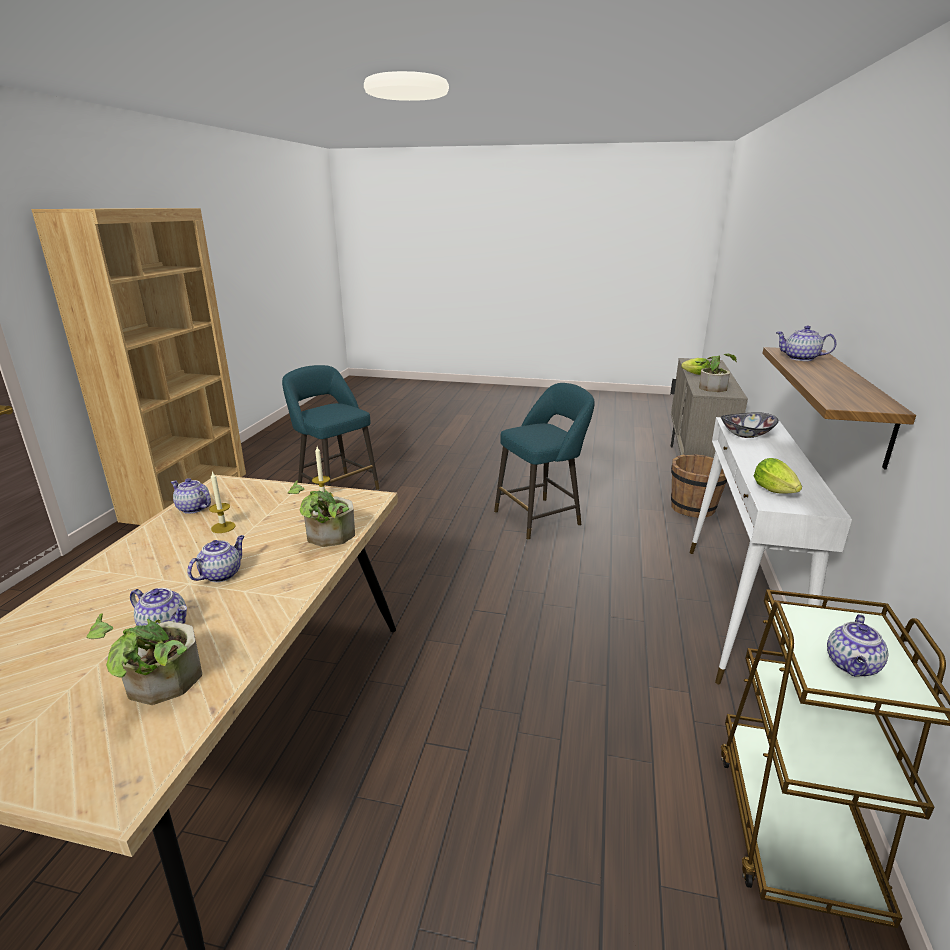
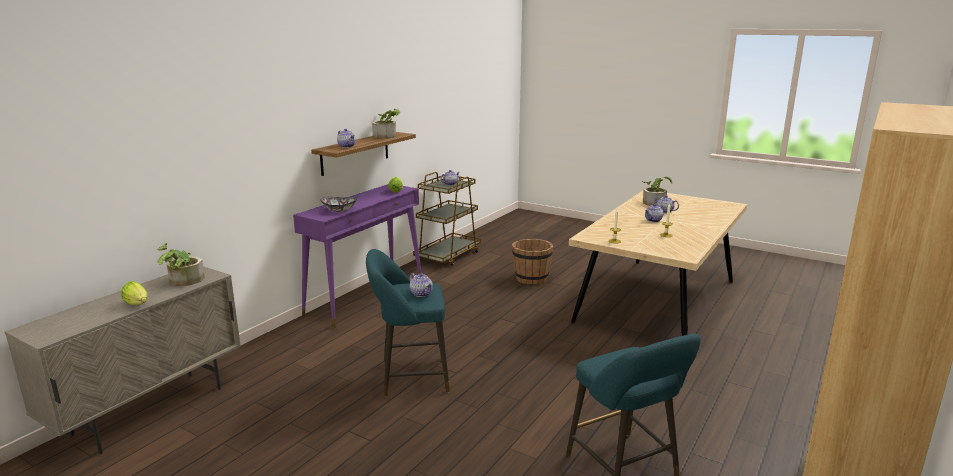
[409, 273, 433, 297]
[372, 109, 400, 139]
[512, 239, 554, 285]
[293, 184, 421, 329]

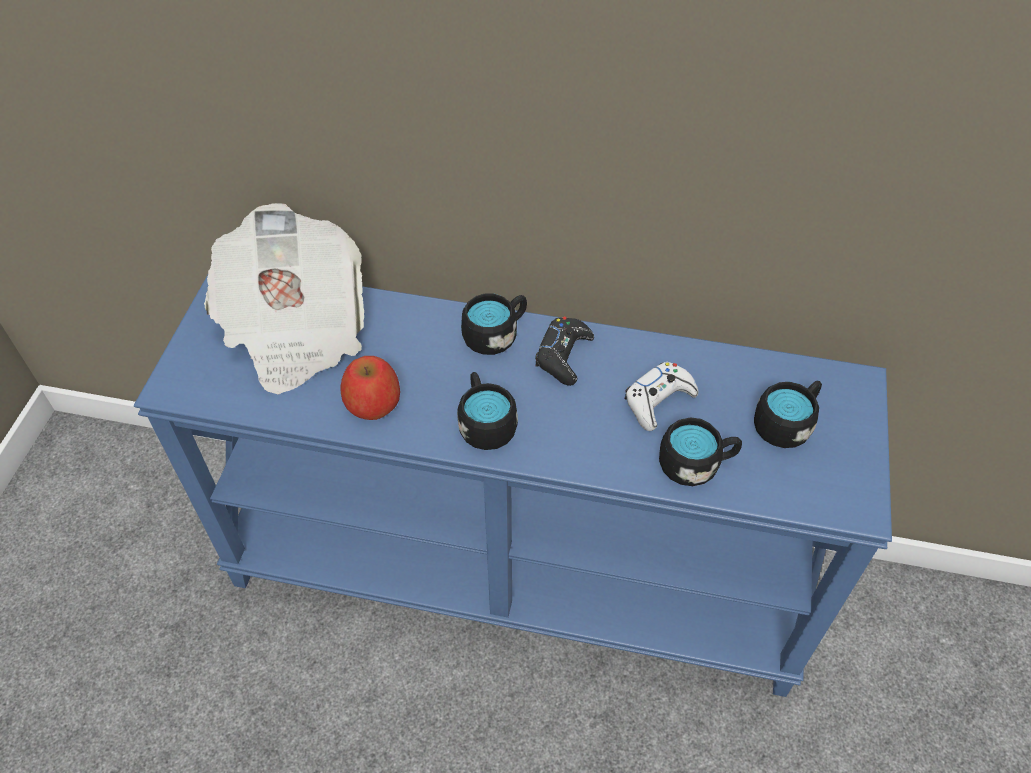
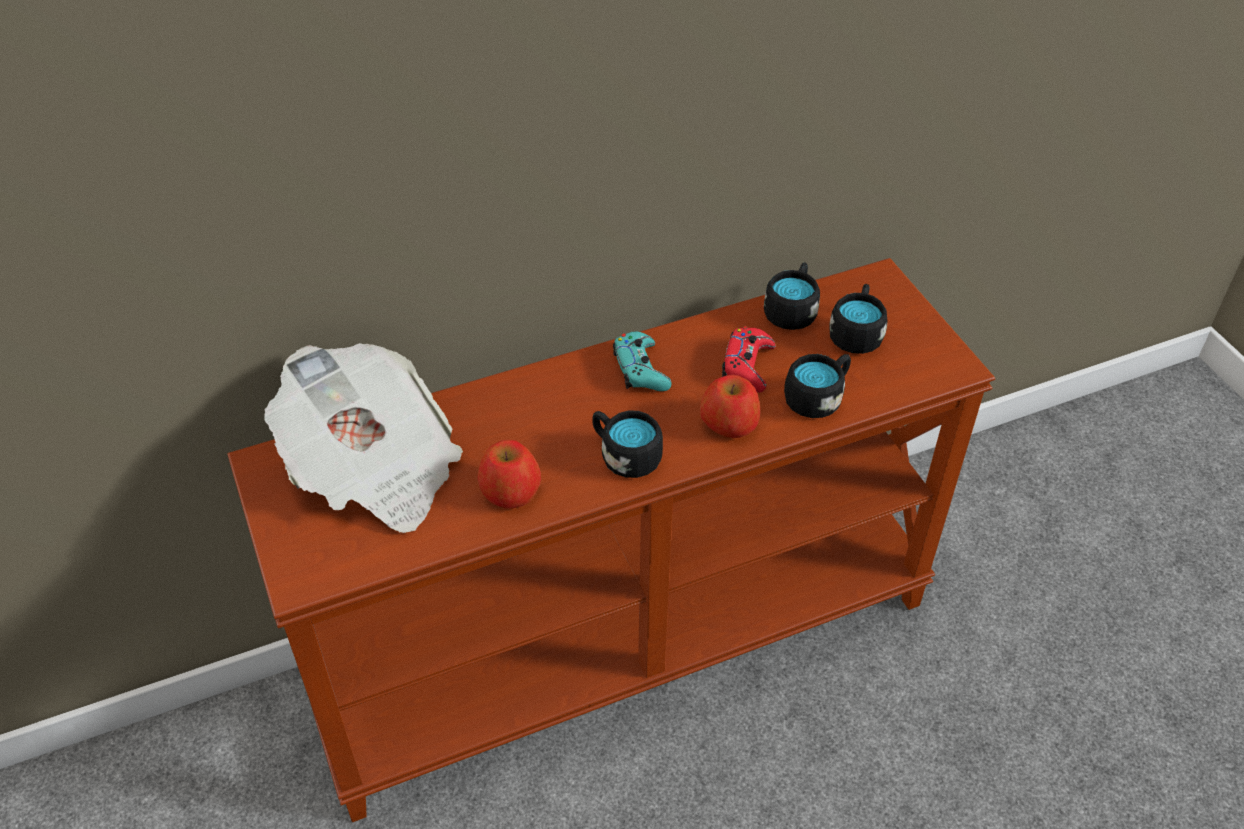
[700, 375, 760, 438]
[764, 263, 820, 330]
[227, 258, 995, 822]
[613, 331, 672, 391]
[722, 326, 776, 393]

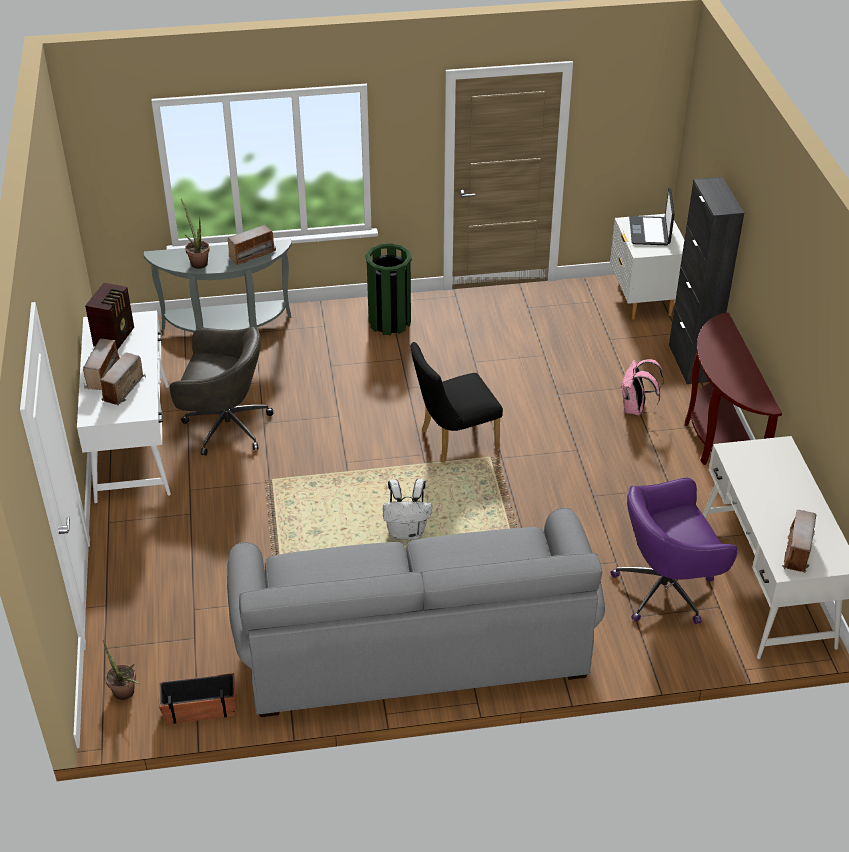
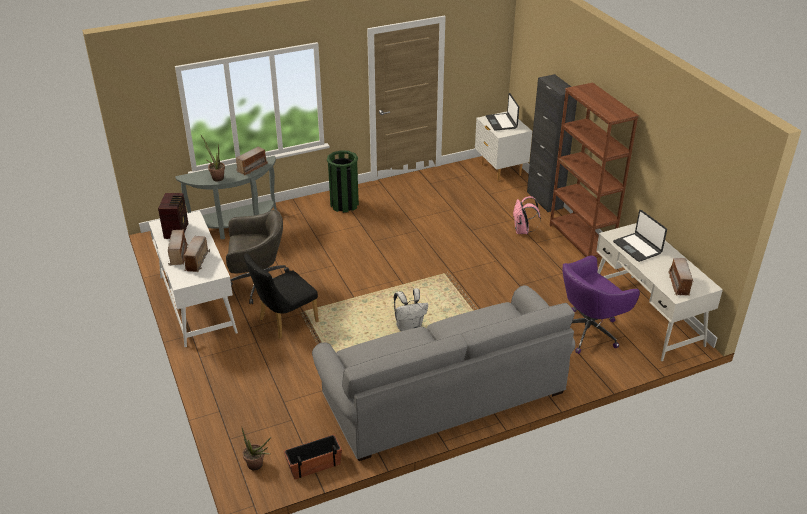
[613, 210, 667, 262]
[244, 253, 319, 339]
[549, 82, 639, 258]

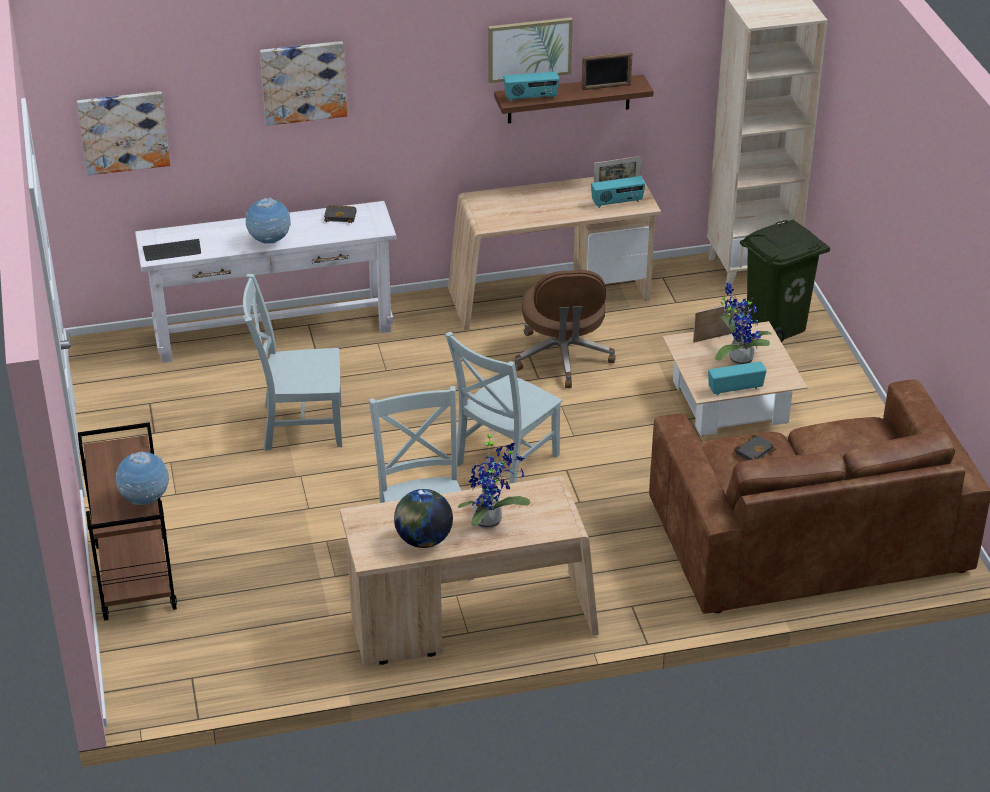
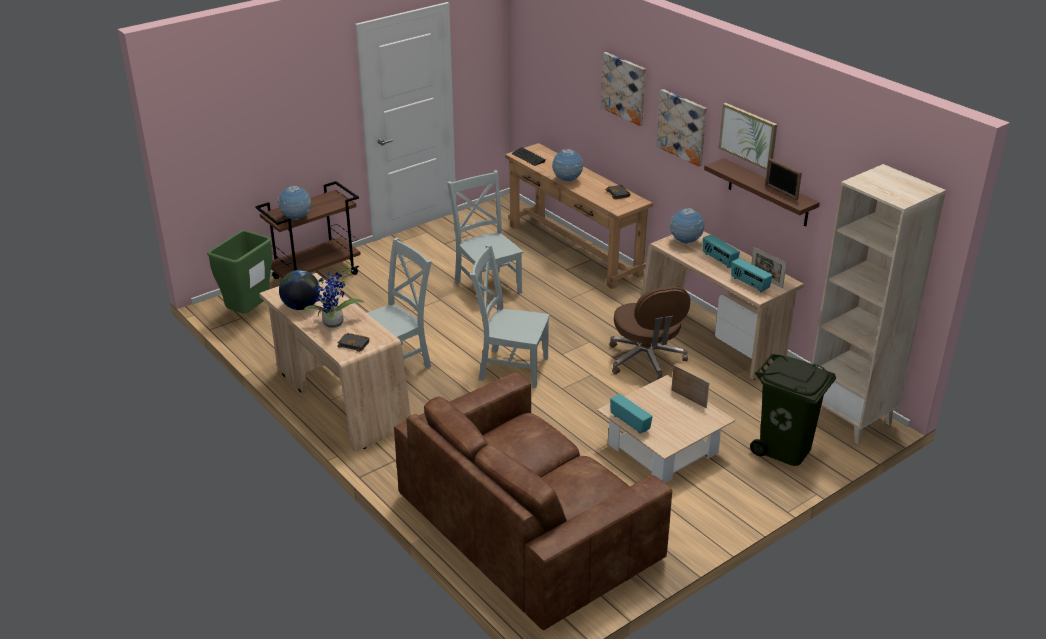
[715, 282, 772, 365] (first image)
[207, 230, 272, 314]
[670, 208, 704, 244]
[656, 89, 707, 167]
[703, 234, 740, 269]
[337, 333, 370, 352]
[505, 143, 653, 289]
[609, 286, 690, 380]

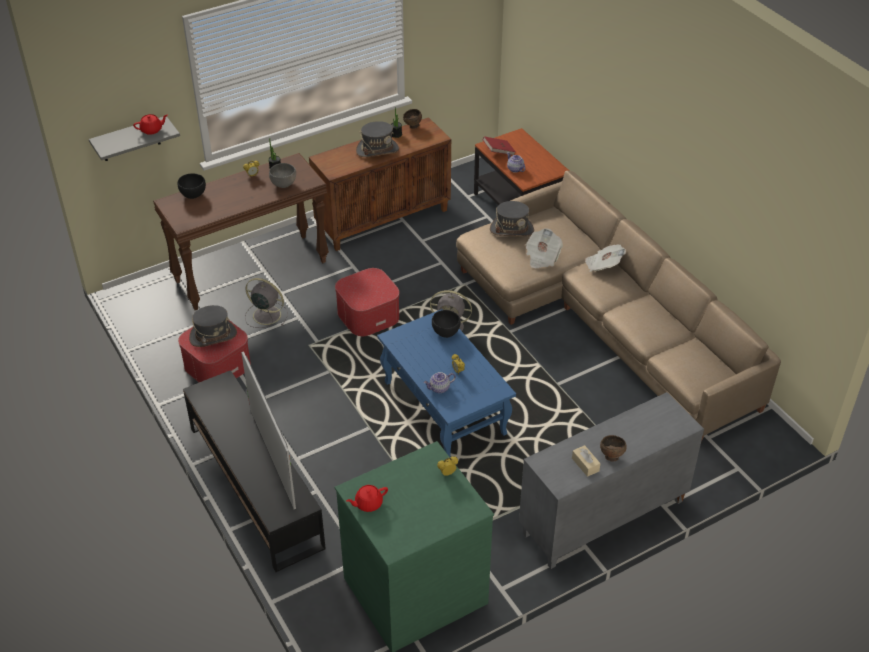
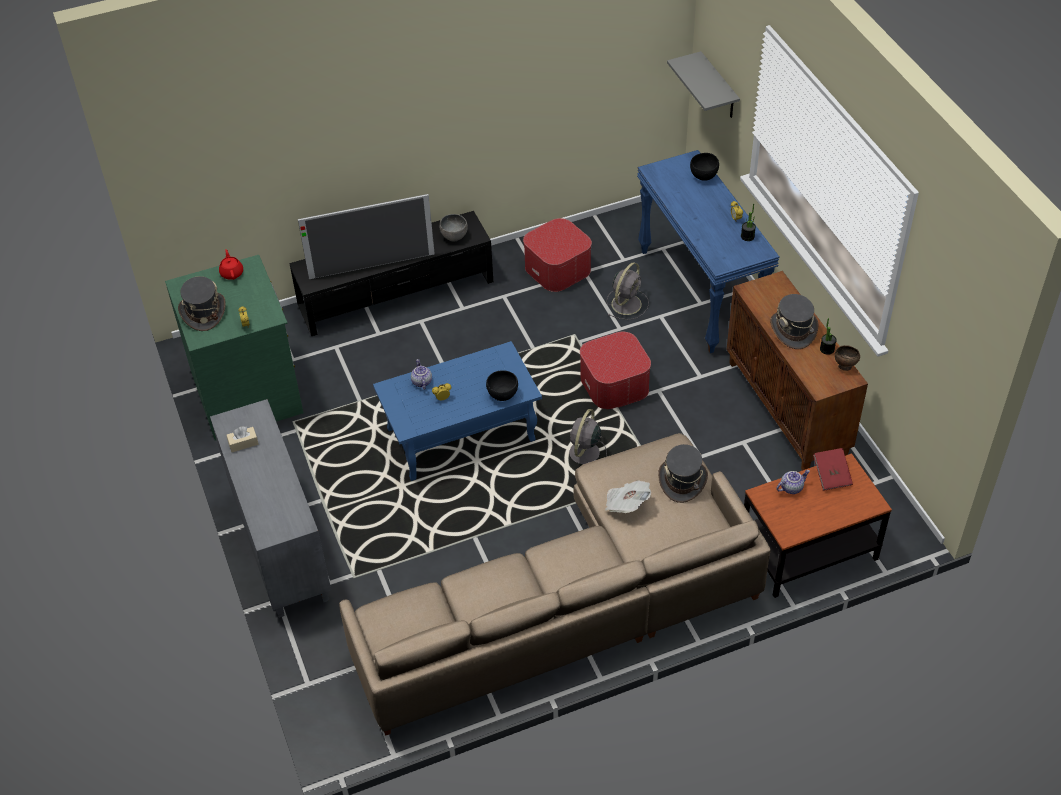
[133, 114, 168, 135] (first image)
[585, 245, 626, 272] (first image)
[600, 435, 627, 461] (first image)
[178, 276, 226, 331]
[439, 214, 468, 241]
[637, 150, 780, 353]

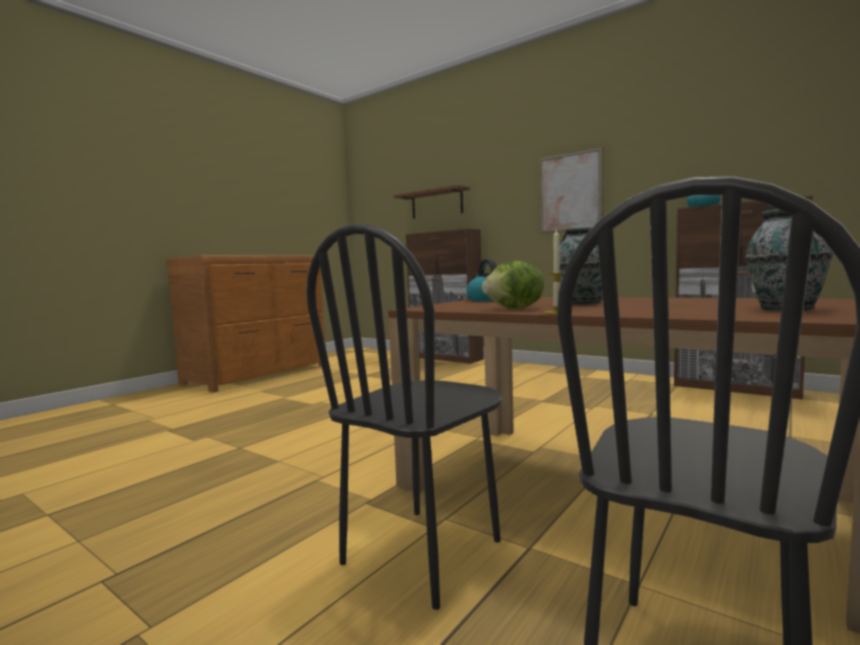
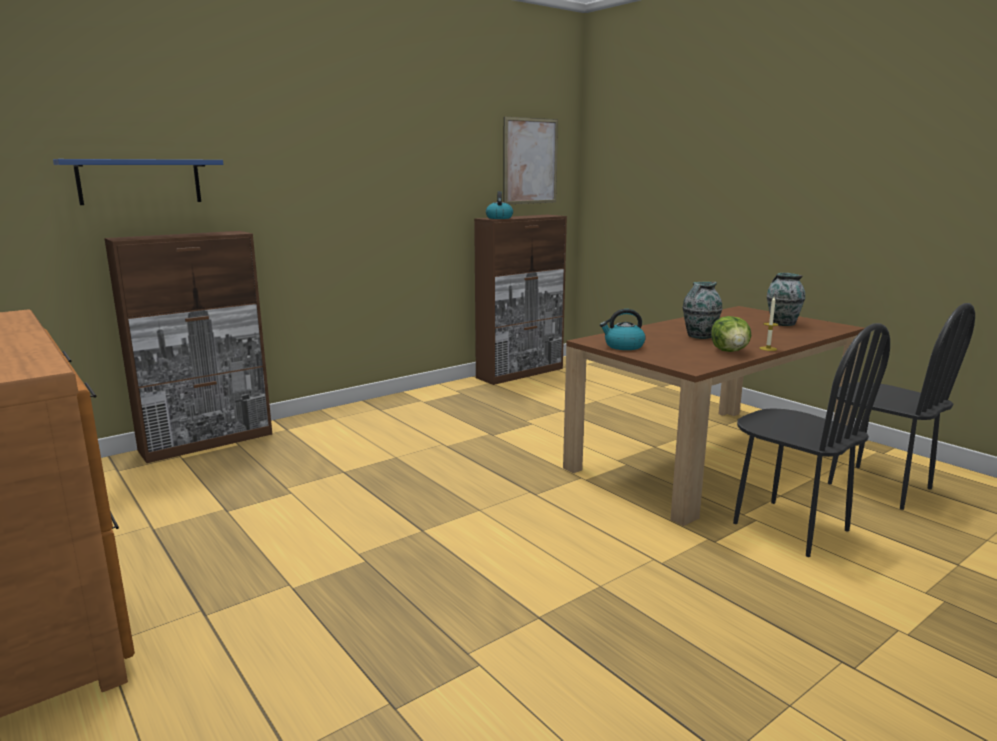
[503, 116, 558, 204]
[53, 159, 223, 205]

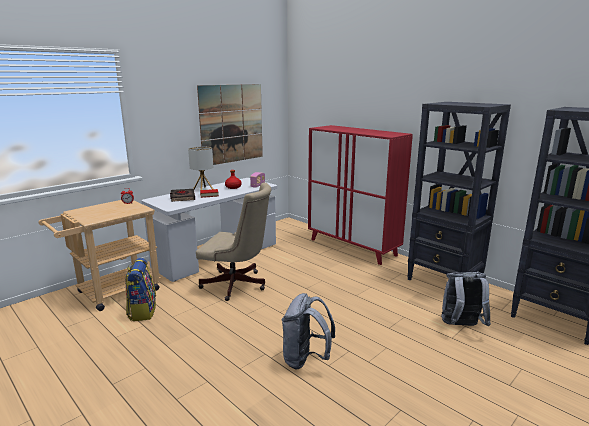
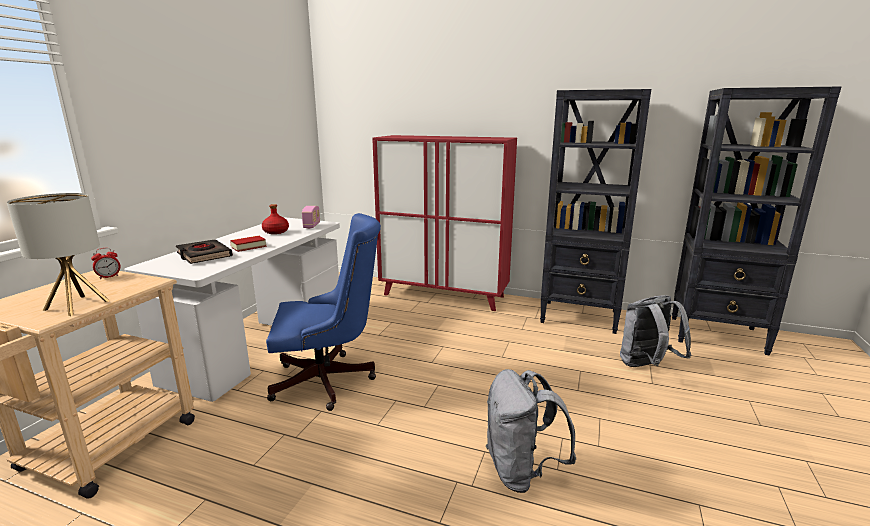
[125, 258, 156, 321] (first image)
[197, 84, 263, 165] (first image)
[6, 193, 110, 316]
[266, 213, 381, 411]

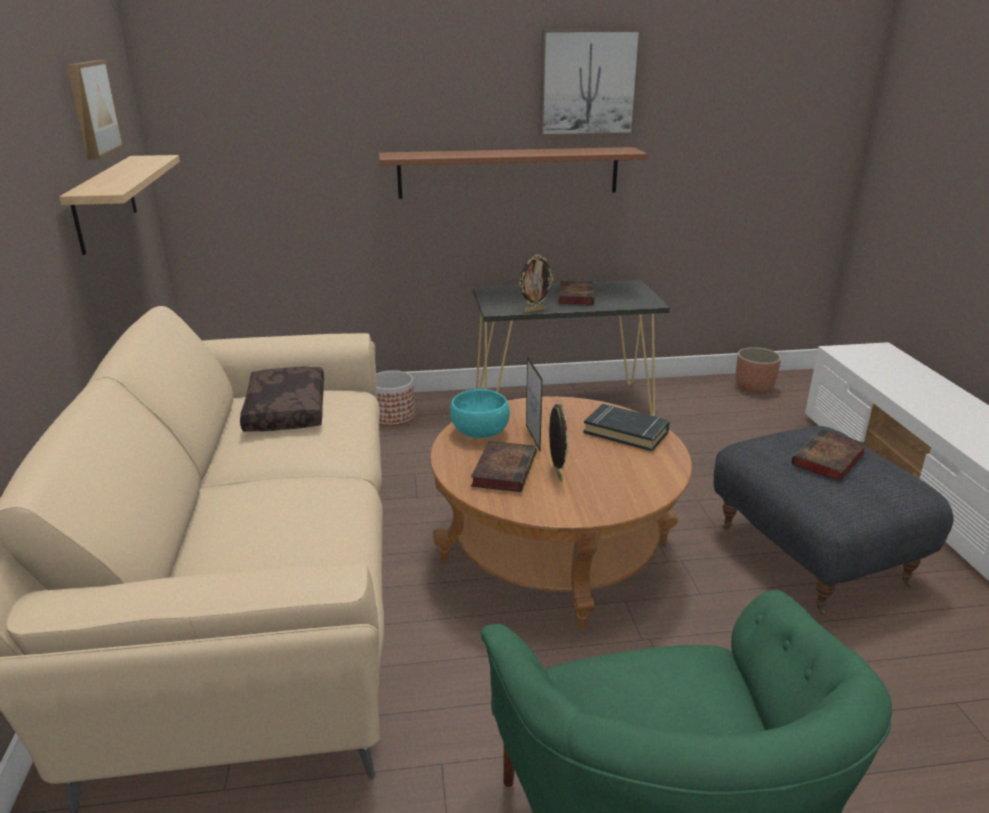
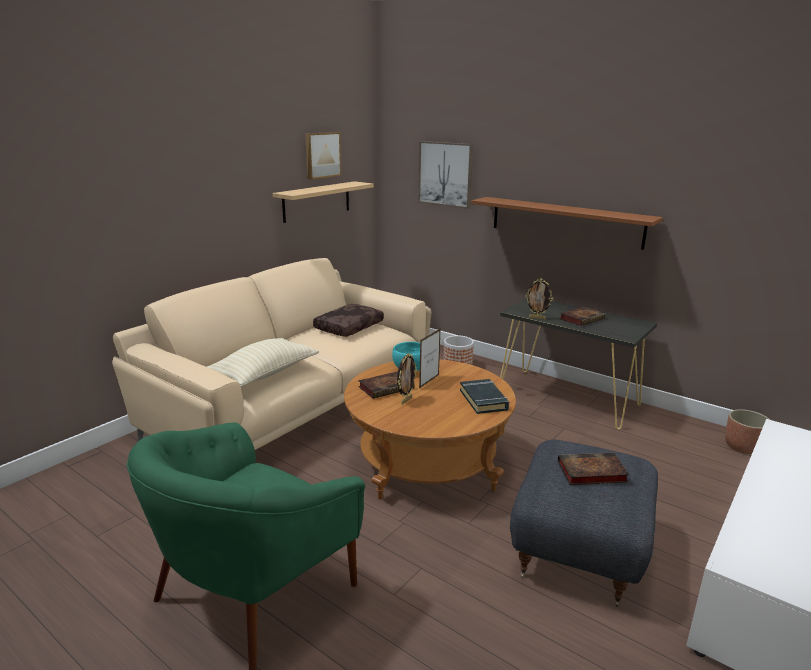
[207, 338, 319, 387]
[418, 141, 473, 209]

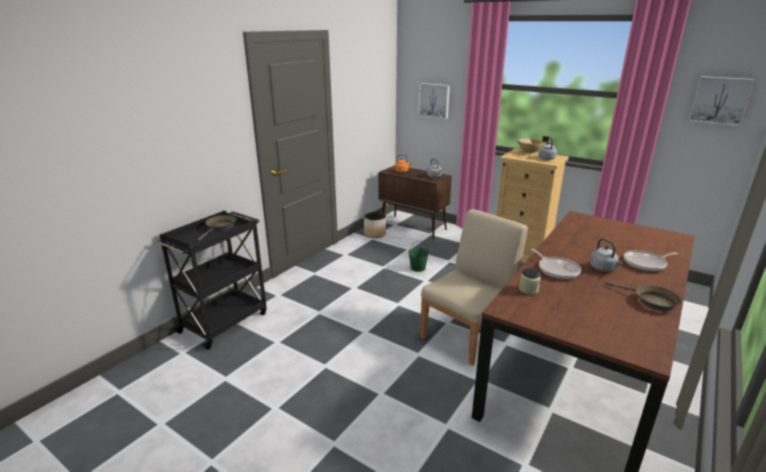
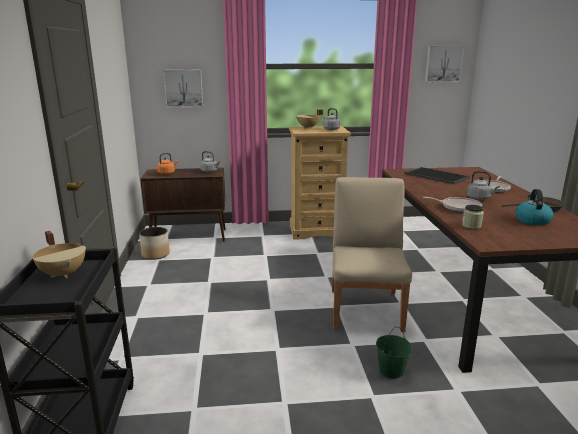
[405, 167, 470, 184]
[515, 189, 553, 225]
[376, 327, 412, 379]
[33, 231, 86, 278]

